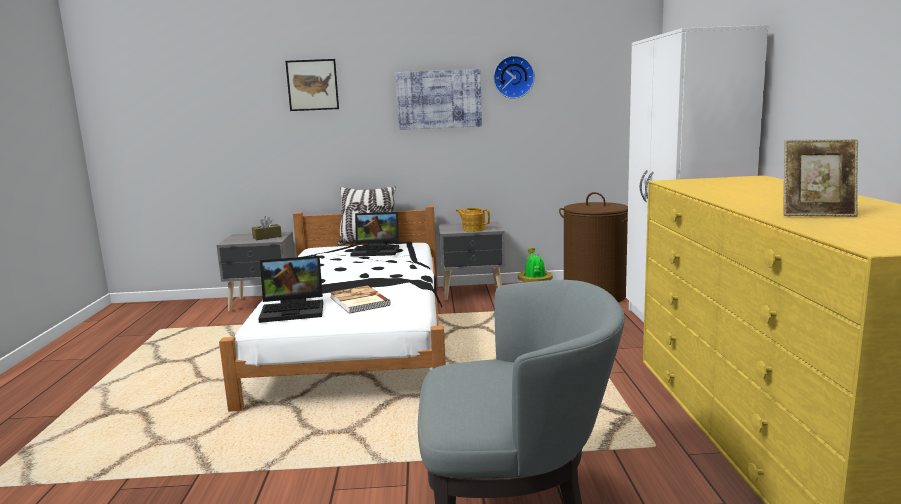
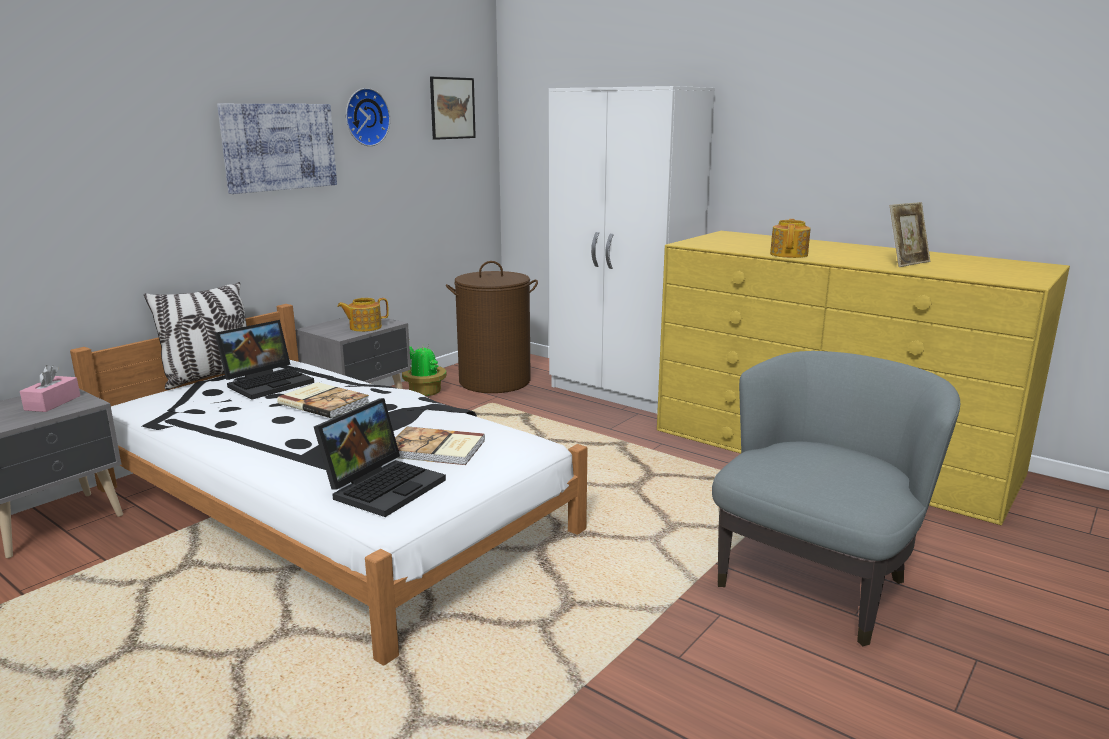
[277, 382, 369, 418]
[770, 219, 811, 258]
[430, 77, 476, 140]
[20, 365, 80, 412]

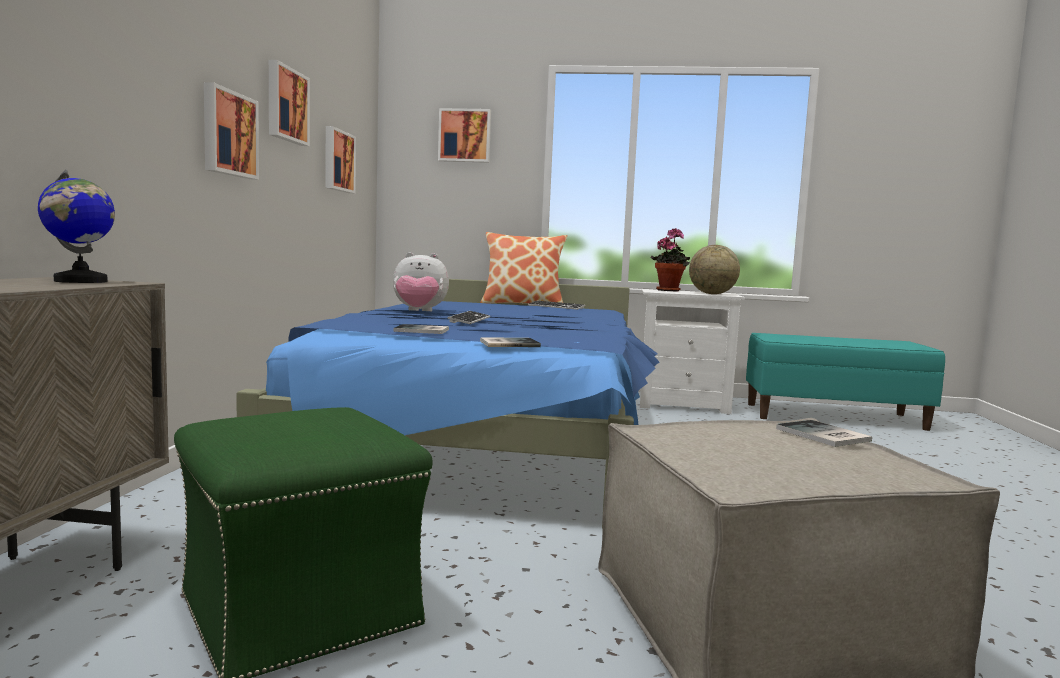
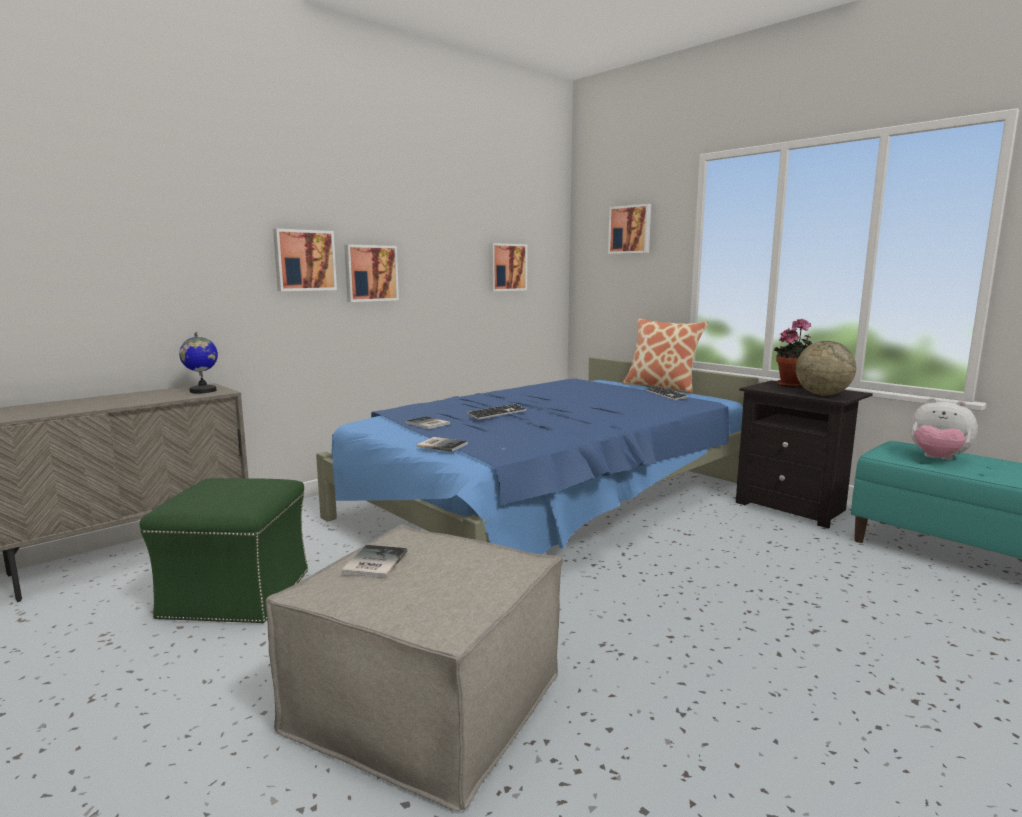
[273, 229, 337, 291]
[910, 398, 978, 460]
[341, 545, 407, 578]
[736, 381, 873, 529]

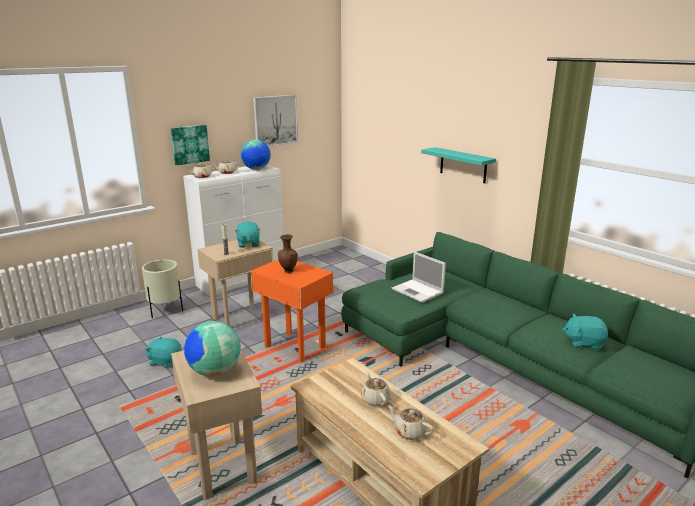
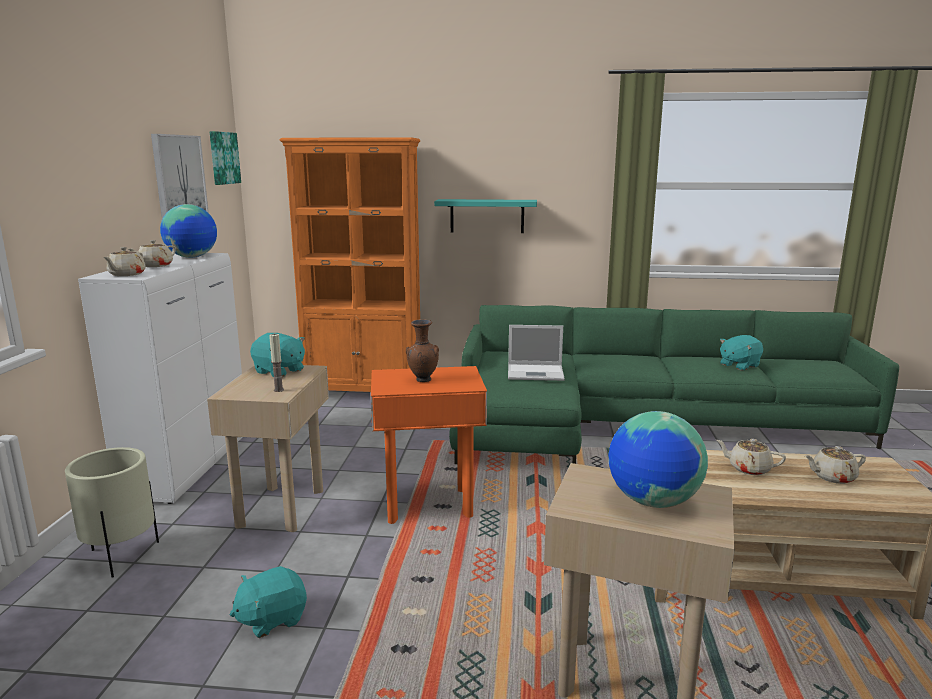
[280, 137, 420, 392]
[210, 131, 241, 185]

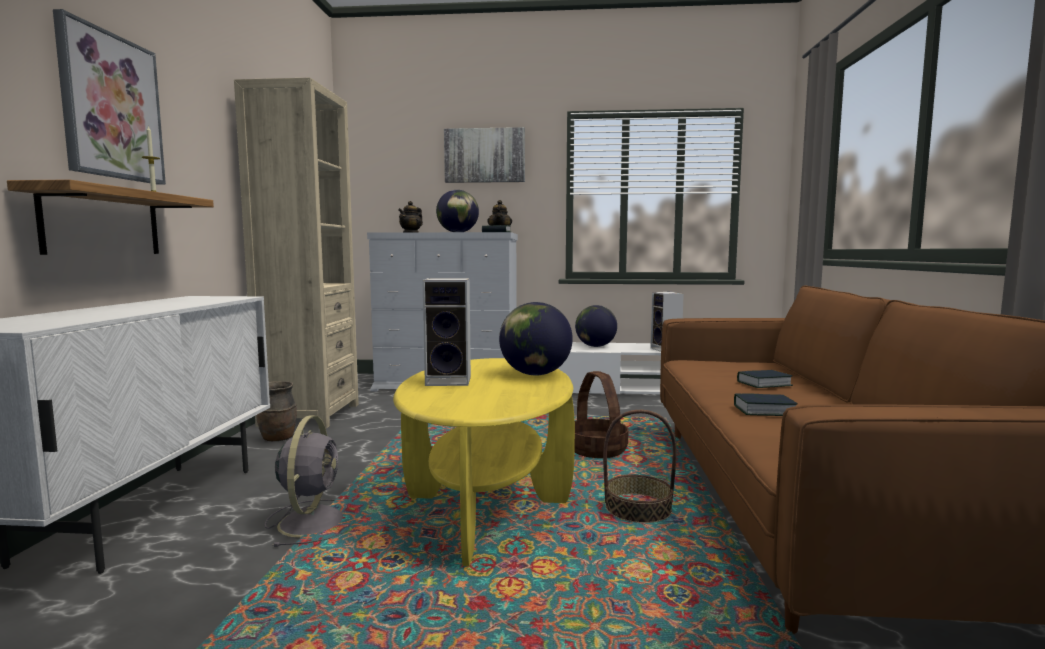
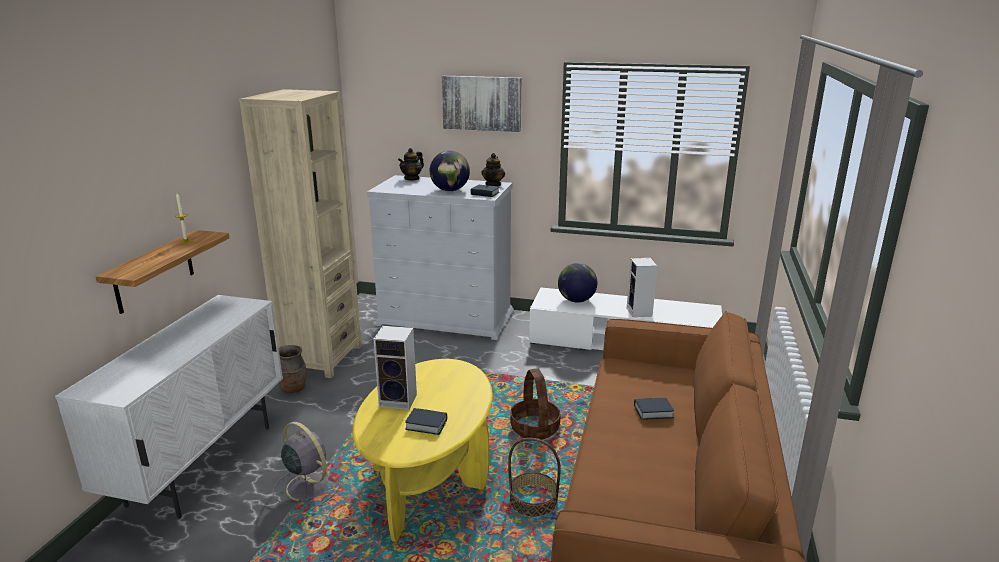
[53, 9, 166, 185] (first image)
[499, 302, 573, 375] (first image)
[405, 408, 447, 435]
[272, 422, 341, 507]

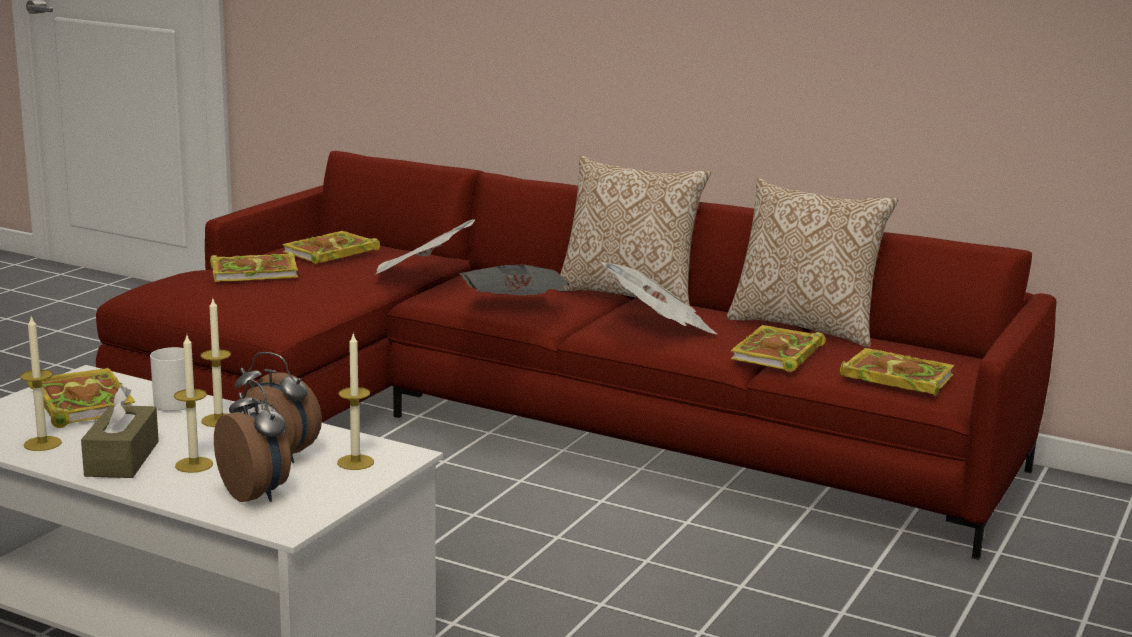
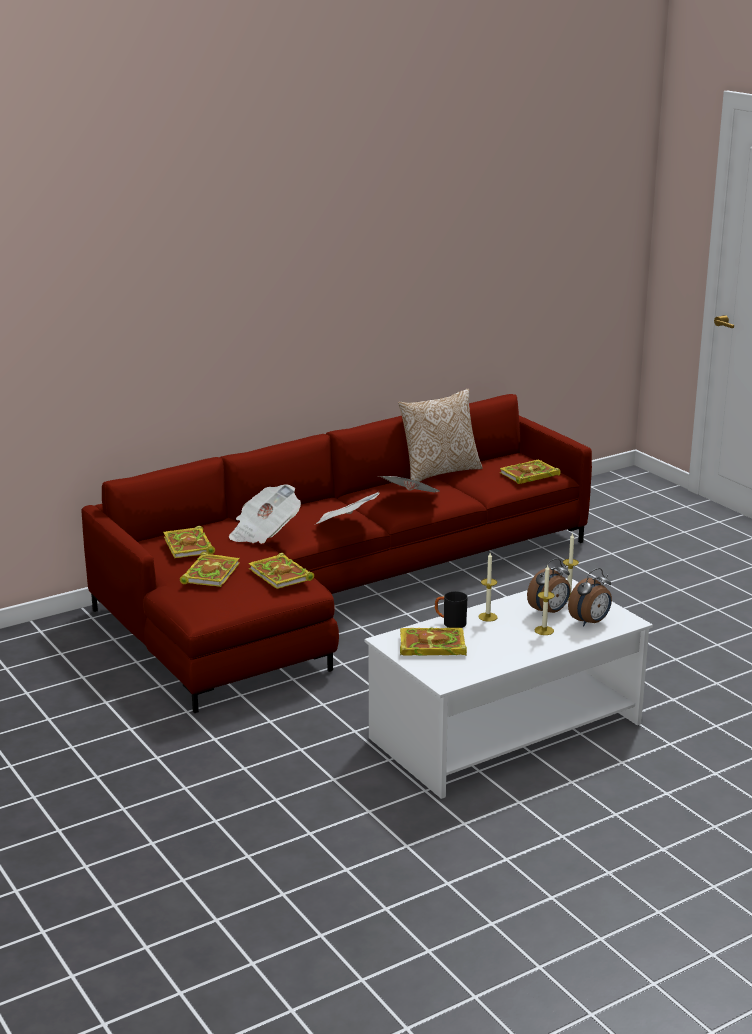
[20, 316, 62, 451] (first image)
[81, 386, 159, 478] (first image)
[557, 156, 711, 306] (first image)
[248, 553, 314, 589]
[435, 591, 468, 628]
[568, 568, 612, 626]

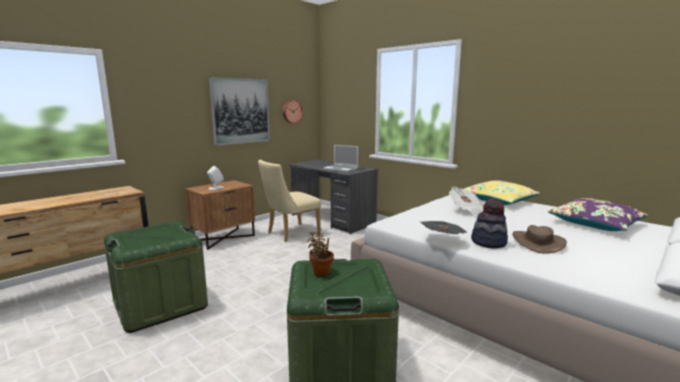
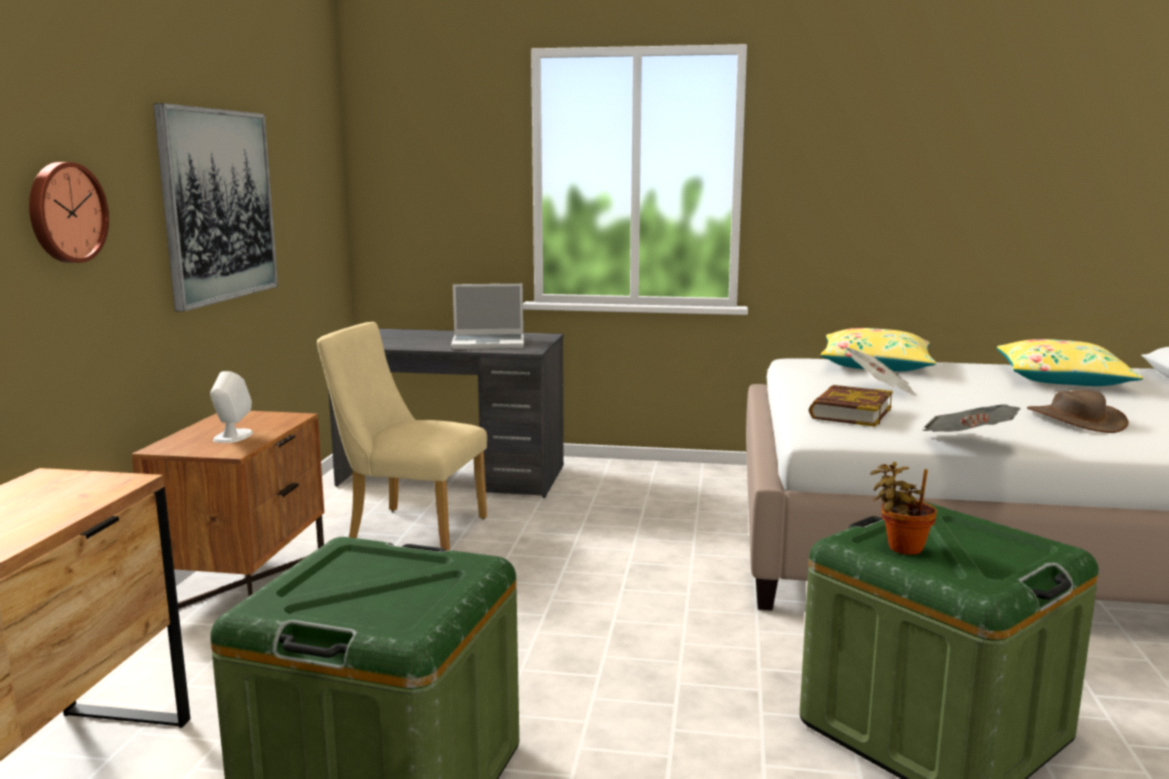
[471, 198, 508, 249] (first image)
[809, 385, 893, 427]
[29, 162, 109, 263]
[997, 339, 1143, 386]
[317, 322, 487, 551]

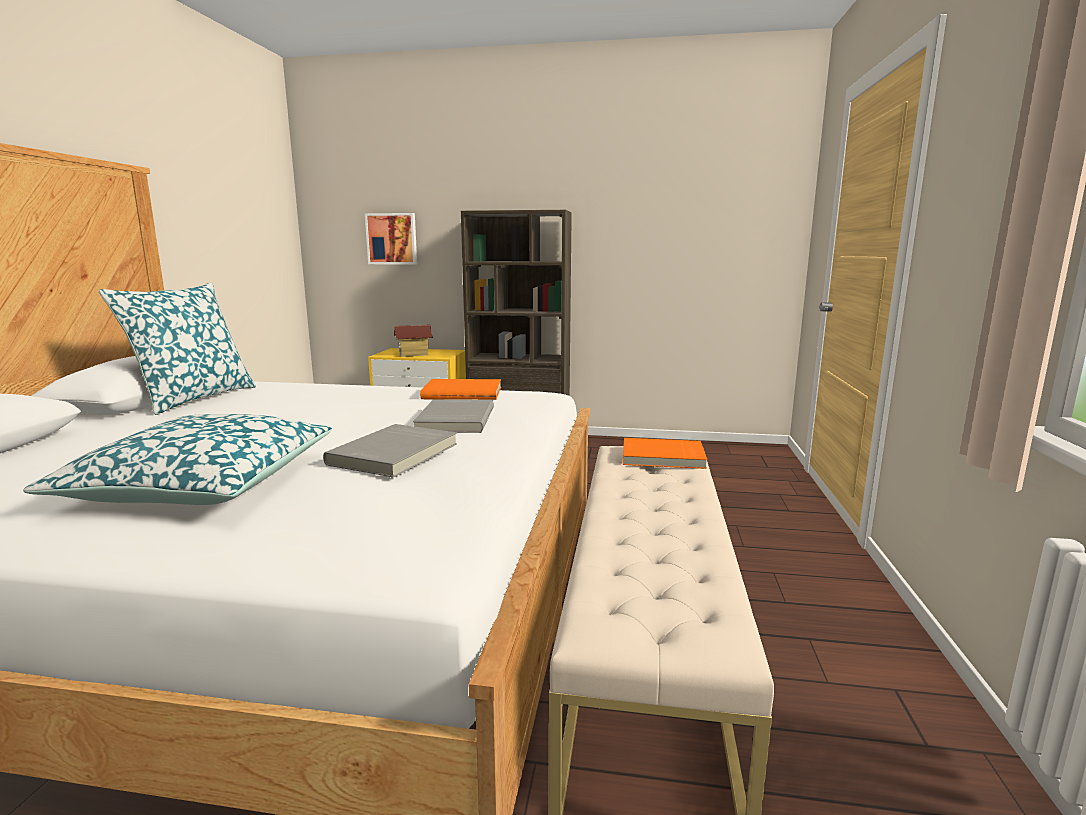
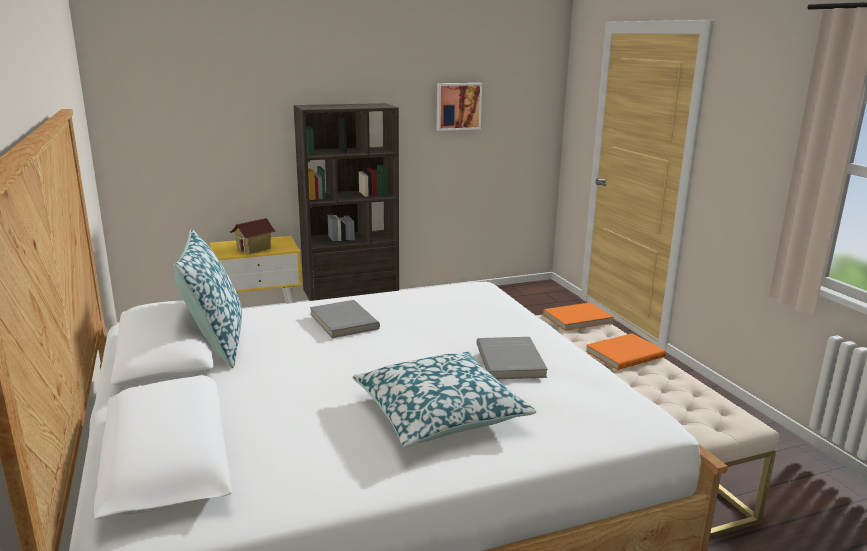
[437, 83, 482, 131]
[310, 300, 380, 338]
[586, 333, 666, 370]

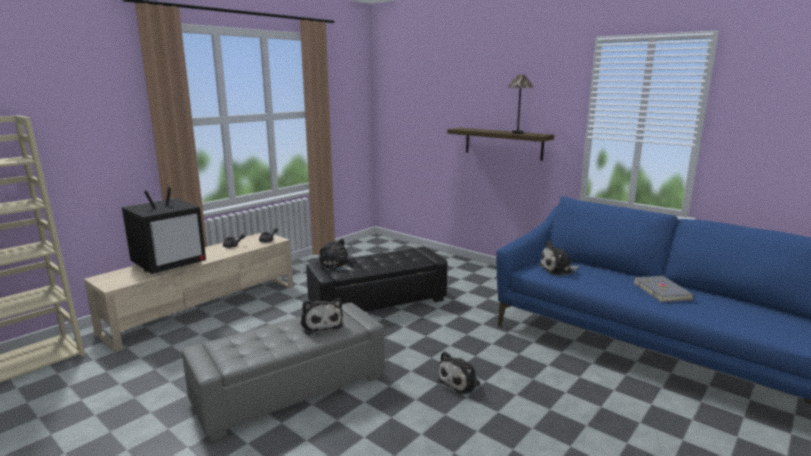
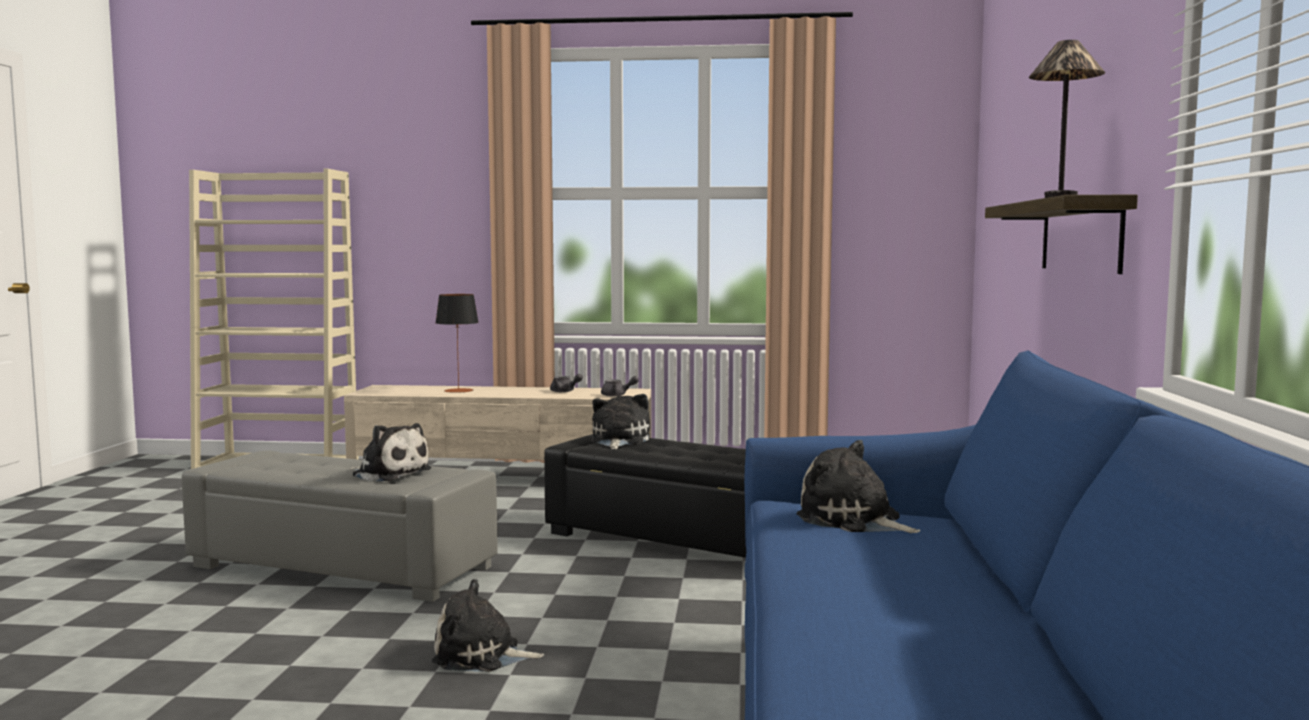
[633, 276, 694, 302] (first image)
[436, 294, 479, 393]
[349, 423, 432, 482]

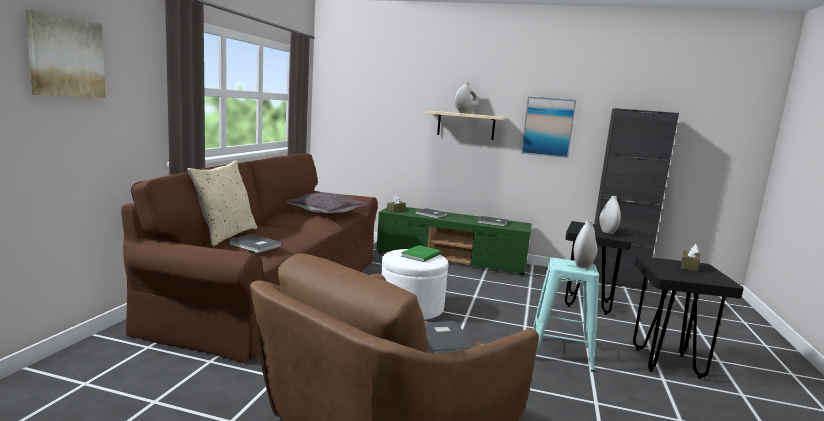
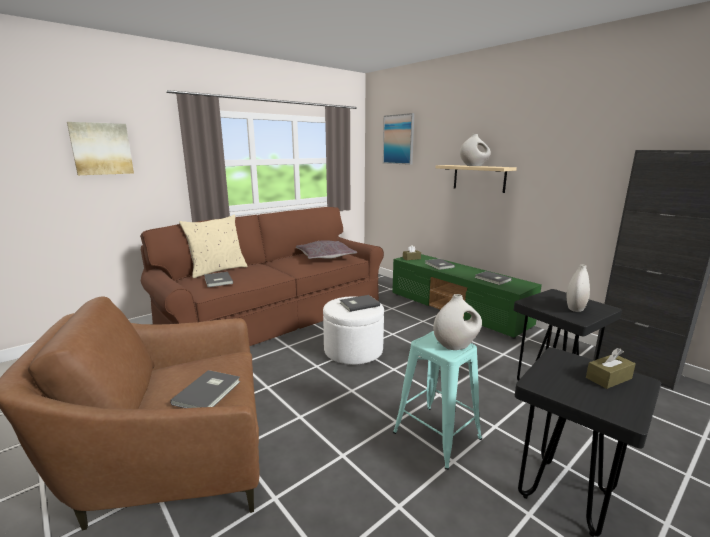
[383, 113, 415, 165]
[340, 295, 380, 312]

